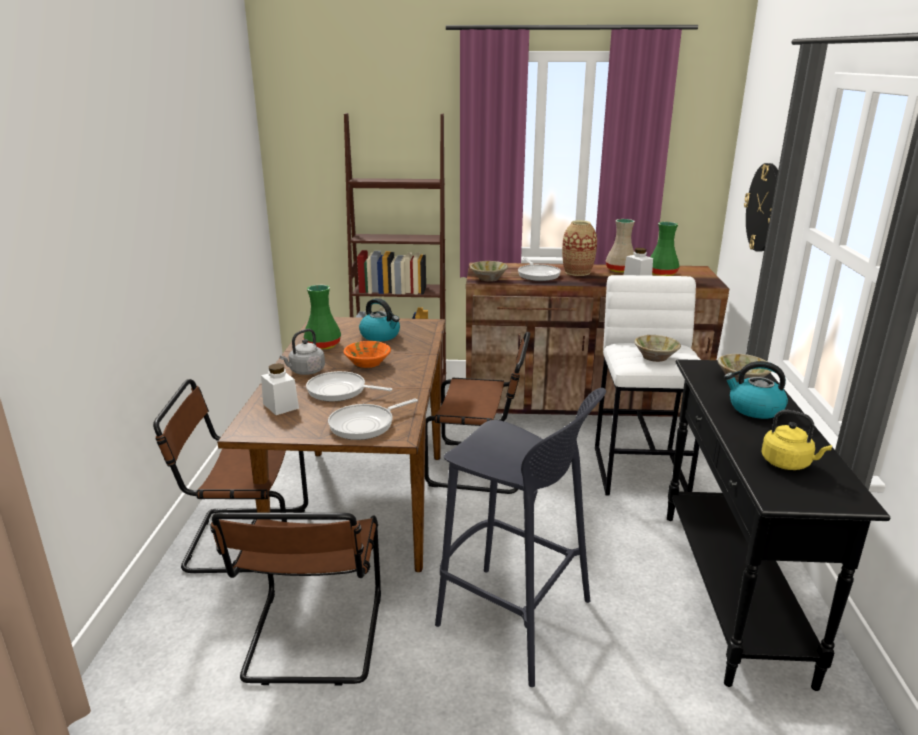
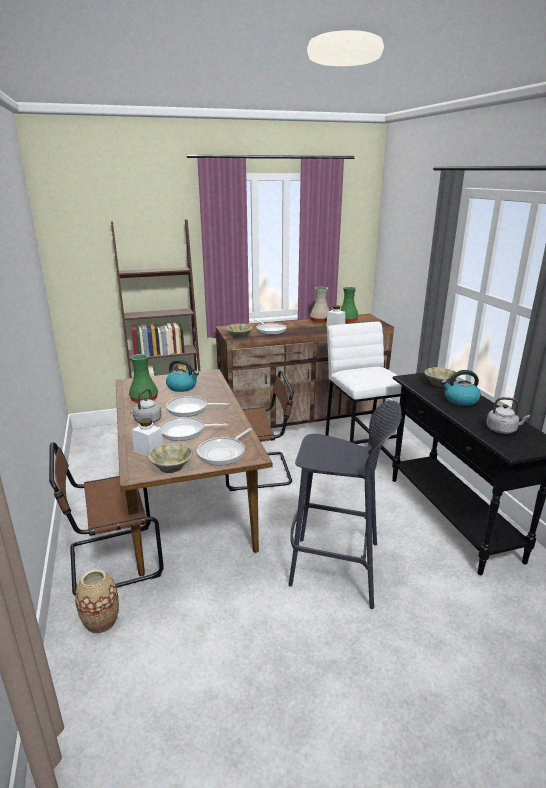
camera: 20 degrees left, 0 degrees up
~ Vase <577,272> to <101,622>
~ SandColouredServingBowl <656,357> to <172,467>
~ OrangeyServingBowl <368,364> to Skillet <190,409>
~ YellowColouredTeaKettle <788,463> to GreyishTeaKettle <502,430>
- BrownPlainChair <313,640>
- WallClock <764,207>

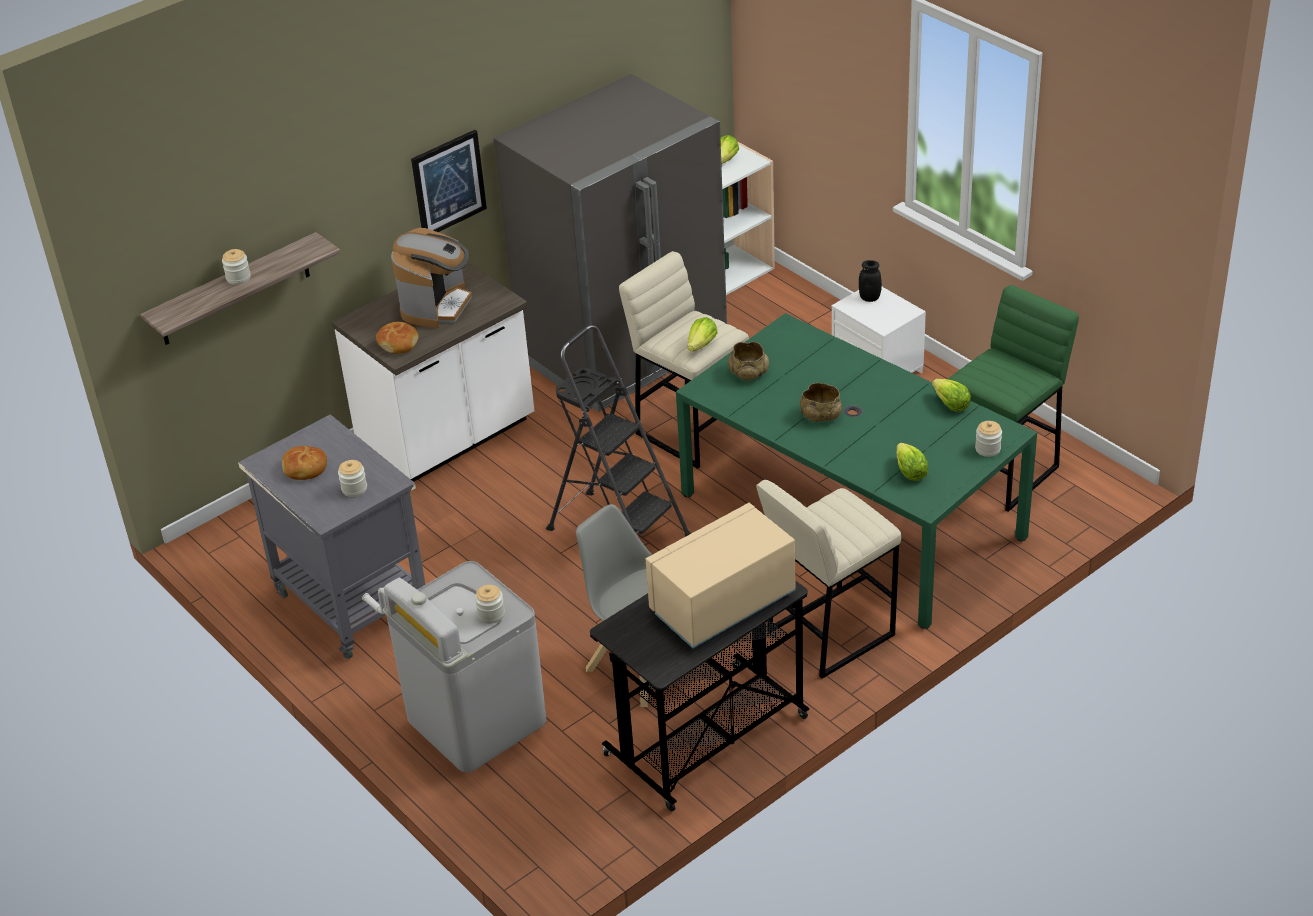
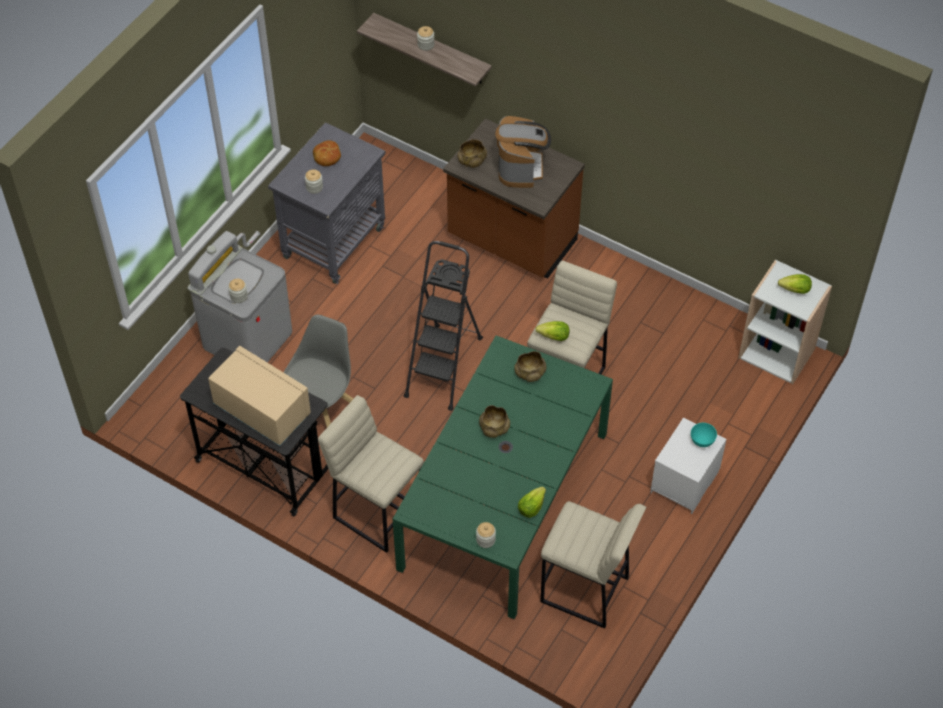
camera: 70 degrees right, 15 degrees up
~ WhiteColouredCounter <448,438> to BrownCounter <511,241>
~ BakedBread <398,343> to SandColouredServingBowl <472,161>
~ CoffeeMachine <437,306> = <521,168> 90 degrees counterclockwise
~ GreenishSittingStool <1002,471> to SandColouredSittingStool <587,590>
~ BlackColouredStorageJar <869,298> to TurquoiseColouredServingBowl <702,441>
- WallPicture <448,183>
- GreyishRefrigerator <624,351>
- HeadOfLettuce <910,472>

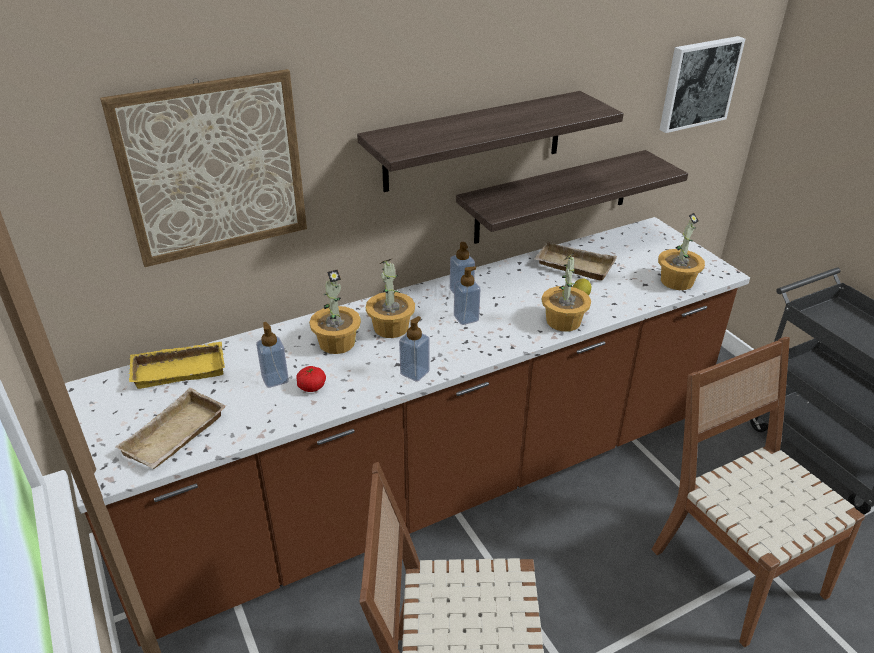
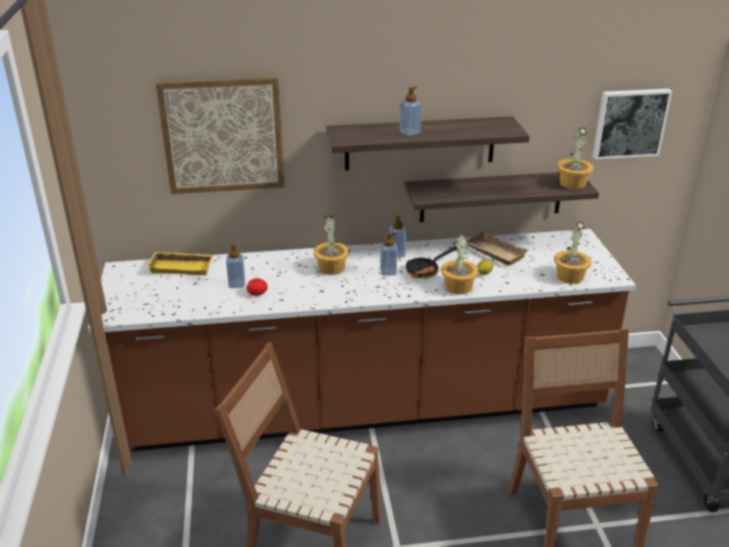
camera: 20 degrees right, 5 degrees down
~ SoapDispenser <414,373> to <409,132>
+ Skillet <426,270>
~ PottedPlant <336,342> to <572,183>
- SandColouredTray <176,437>

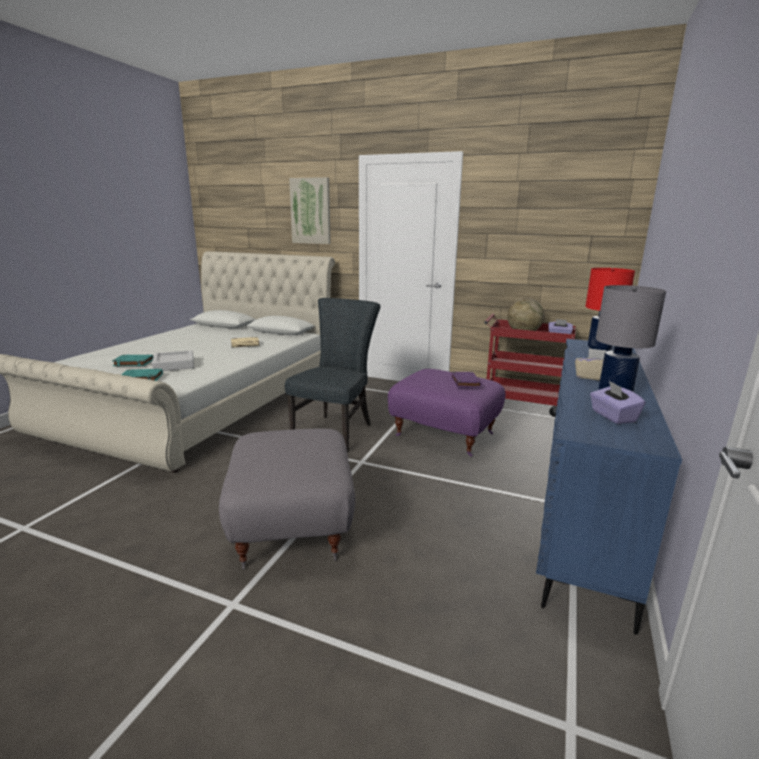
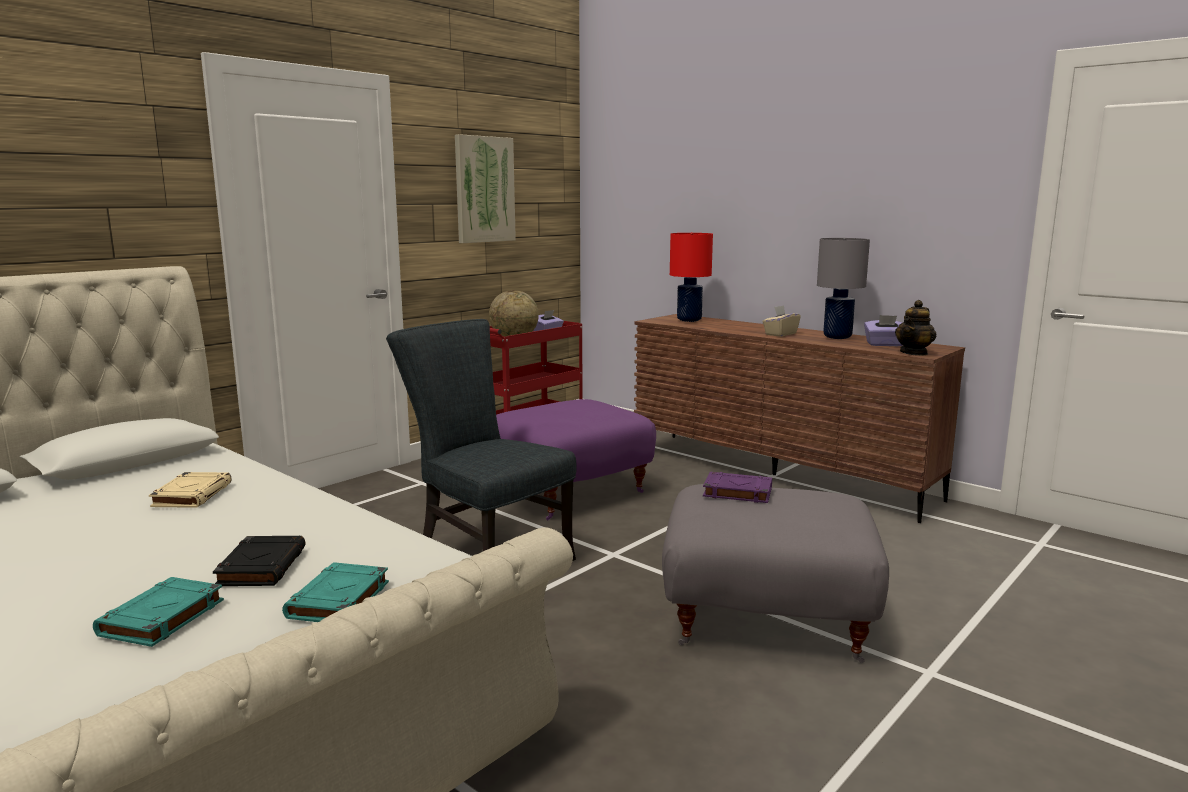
camera: 70 degrees left, 5 degrees down
~ GreyishTray <174,365> to BlackColouredBoundBook <261,567>
~ WallPicture <311,211> to <484,189>
~ BlueDresser <582,509> to BrownDresser <777,474>
~ PurpleBoundBook <465,382> to <736,492>
+ Teapot <914,353>

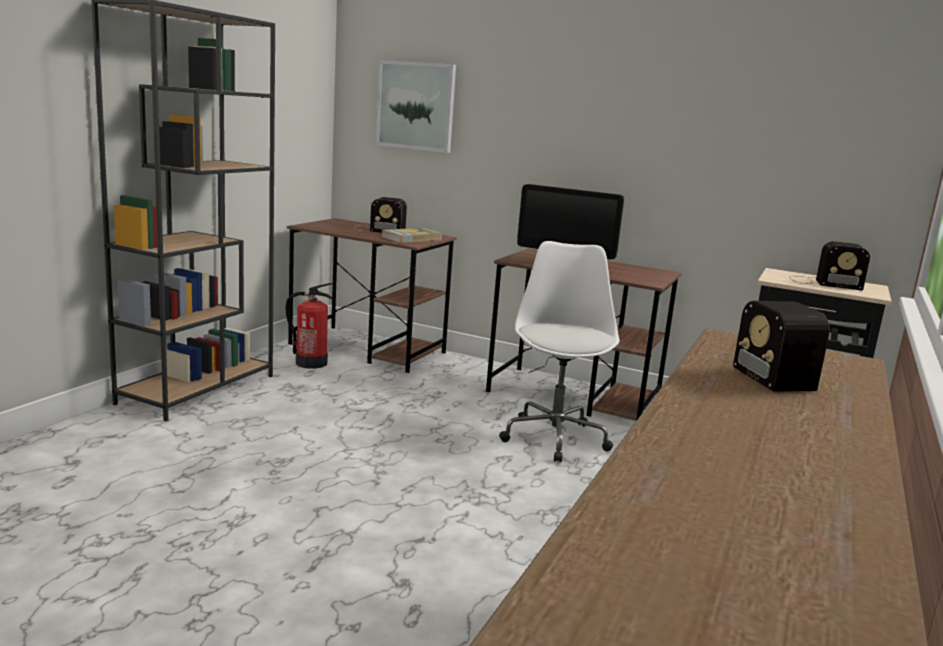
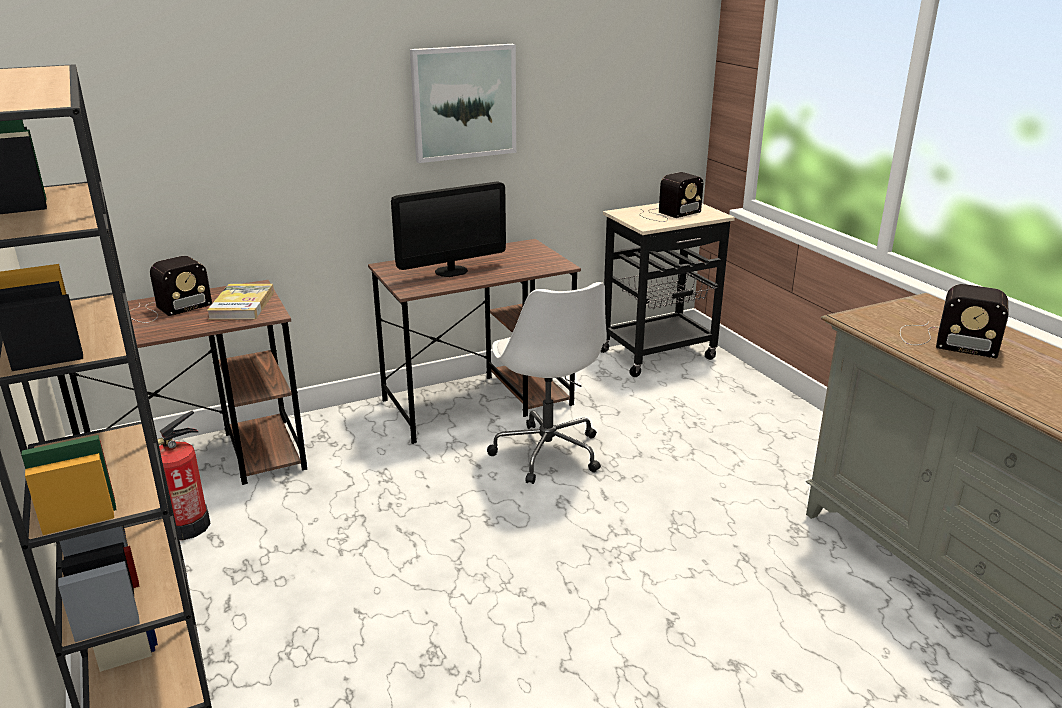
camera: 50 degrees left, 10 degrees up
~ WallPicture <416,106> to <464,102>
~ WhiteColouredDeskChair <554,437> = <548,455> 150 degrees counterclockwise

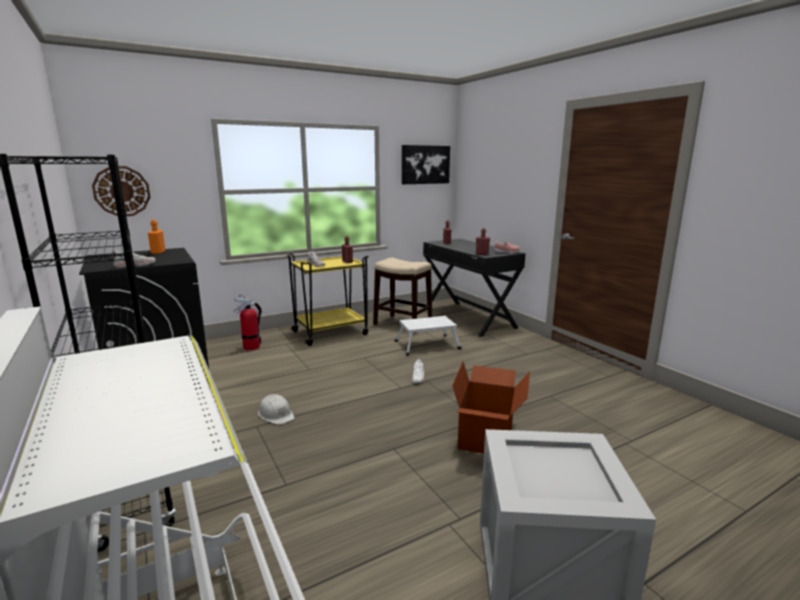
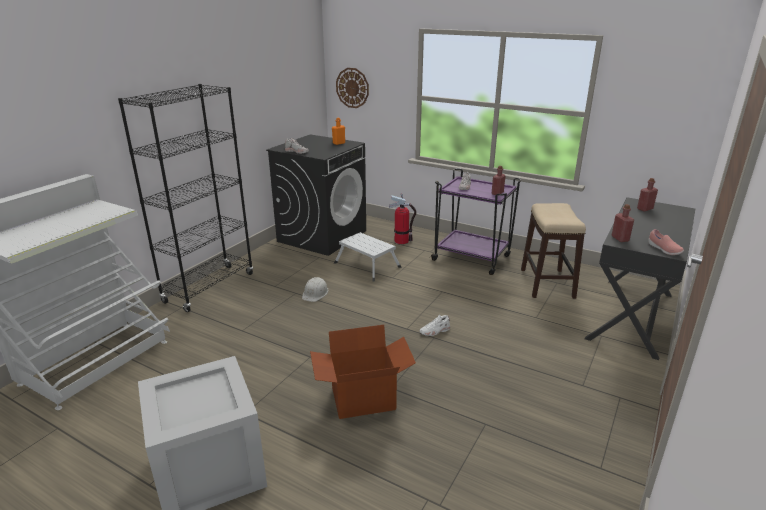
camera: 60 degrees right, 10 degrees up
~ WhiteColouredStepladder <427,345> to <367,265>
~ YellowColouredWheeledCart <331,332> to PurpleWheeledCart <472,258>
- WallPicture <425,164>

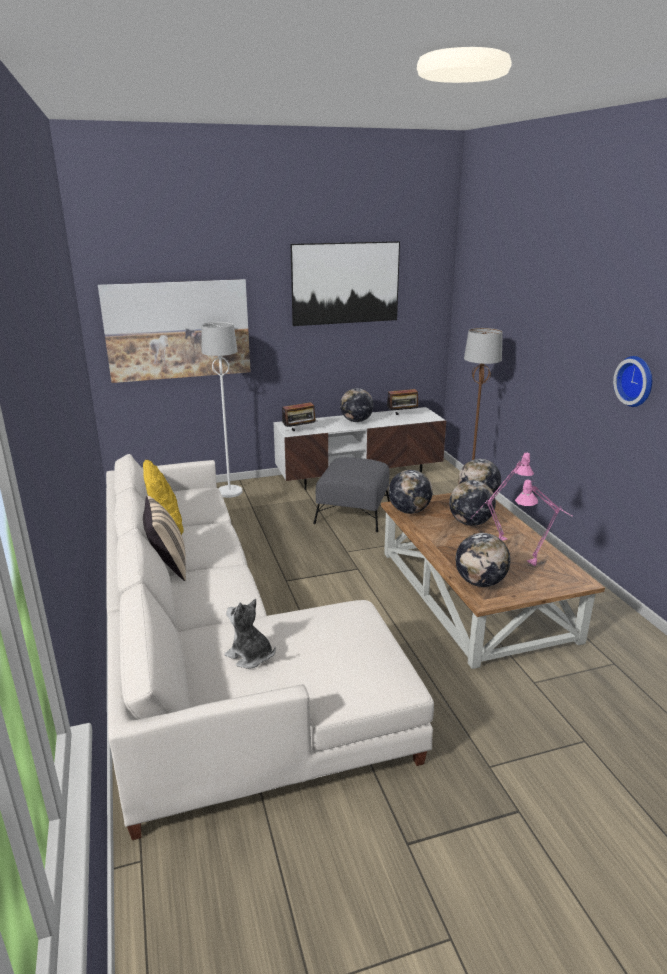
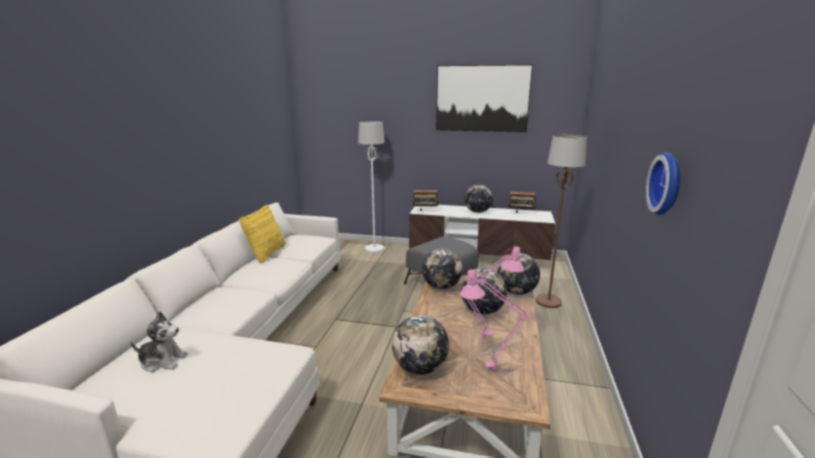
camera: 30 degrees right, 5 degrees down
~ CuddlyToy <250,656> = <162,361> 120 degrees clockwise
- WallPicture <178,330>
- SandColouredThrowPillow <167,566>

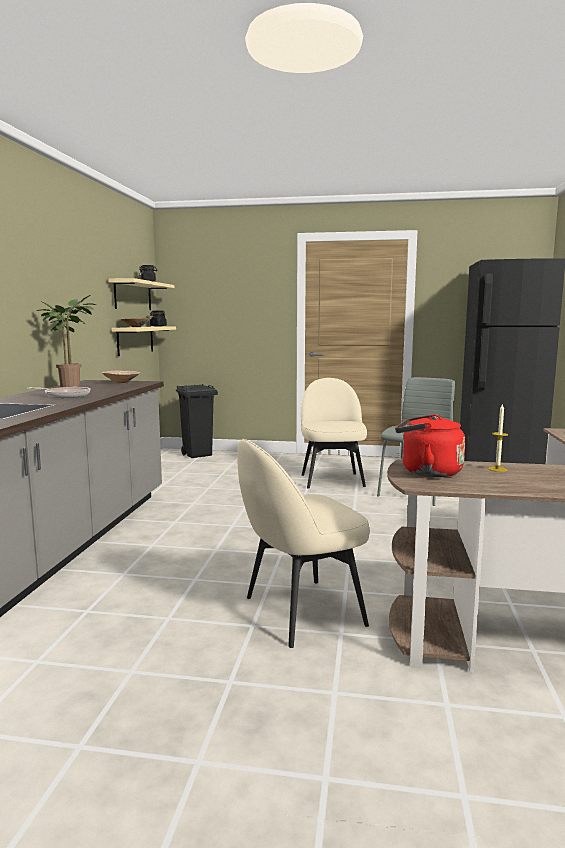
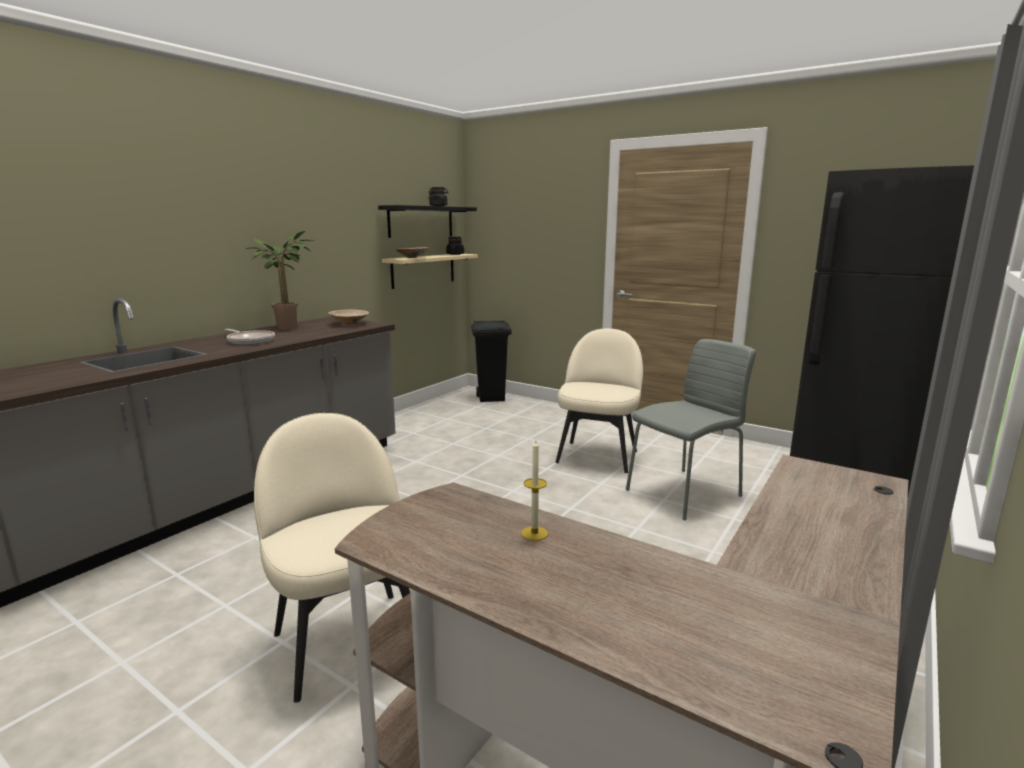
camera: 25 degrees right, 5 degrees up
~ SandColouredPlainChair <300,612> = <348,639> 60 degrees clockwise
~ SandColouredBracketShelf <133,295> to BlackColouredBracketShelf <421,221>
- RedColouredTeaKettle <427,472>

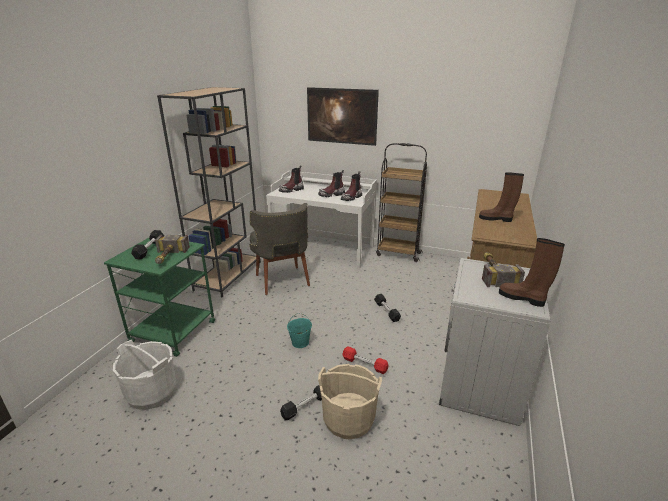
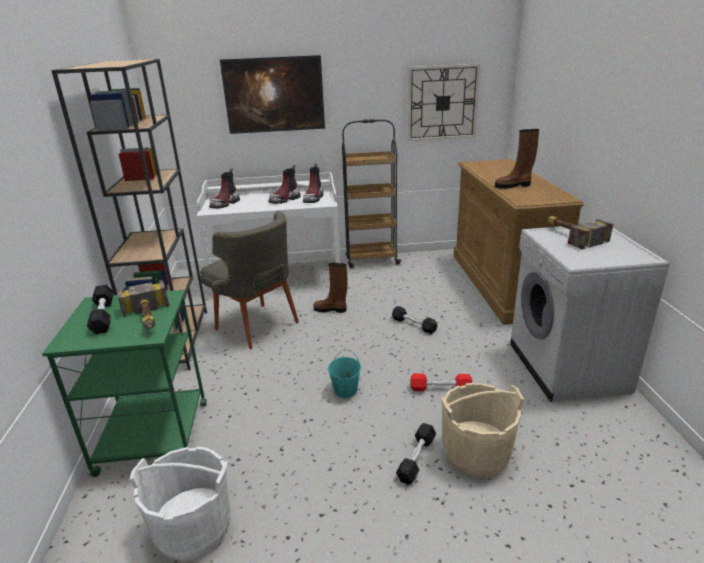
camera: 25 degrees left, 0 degrees up
~ BrownHighTopBoot <522,298> to <331,309>
+ WallClock <442,103>

